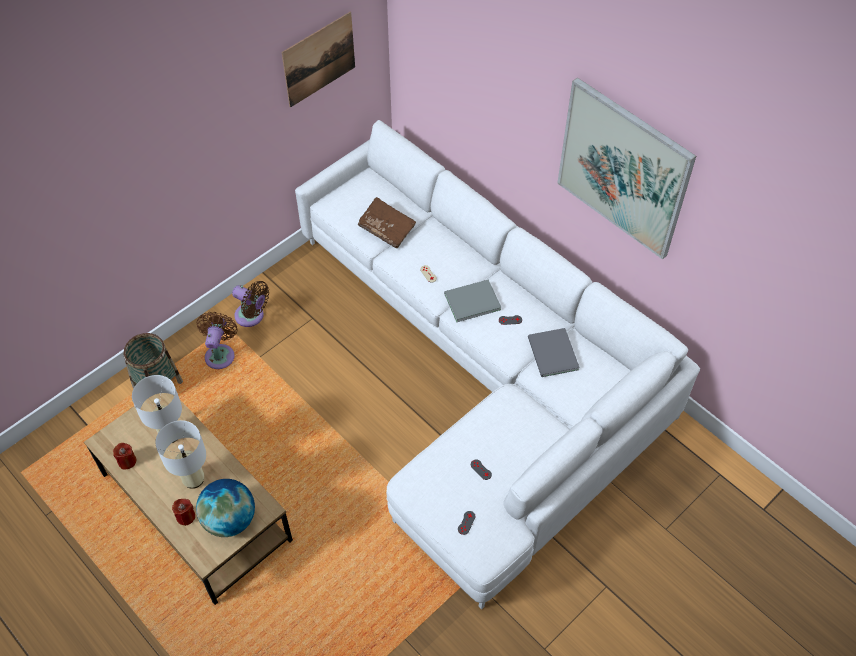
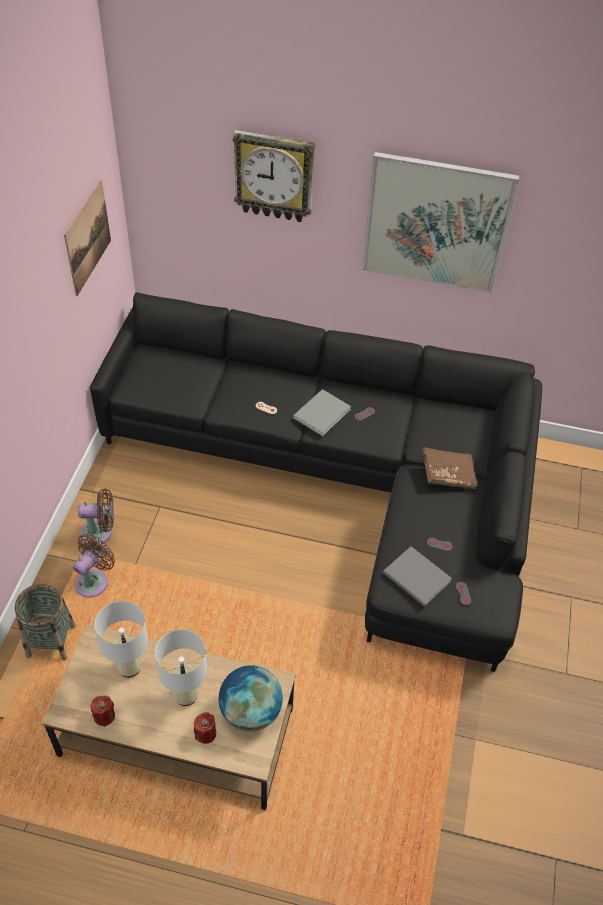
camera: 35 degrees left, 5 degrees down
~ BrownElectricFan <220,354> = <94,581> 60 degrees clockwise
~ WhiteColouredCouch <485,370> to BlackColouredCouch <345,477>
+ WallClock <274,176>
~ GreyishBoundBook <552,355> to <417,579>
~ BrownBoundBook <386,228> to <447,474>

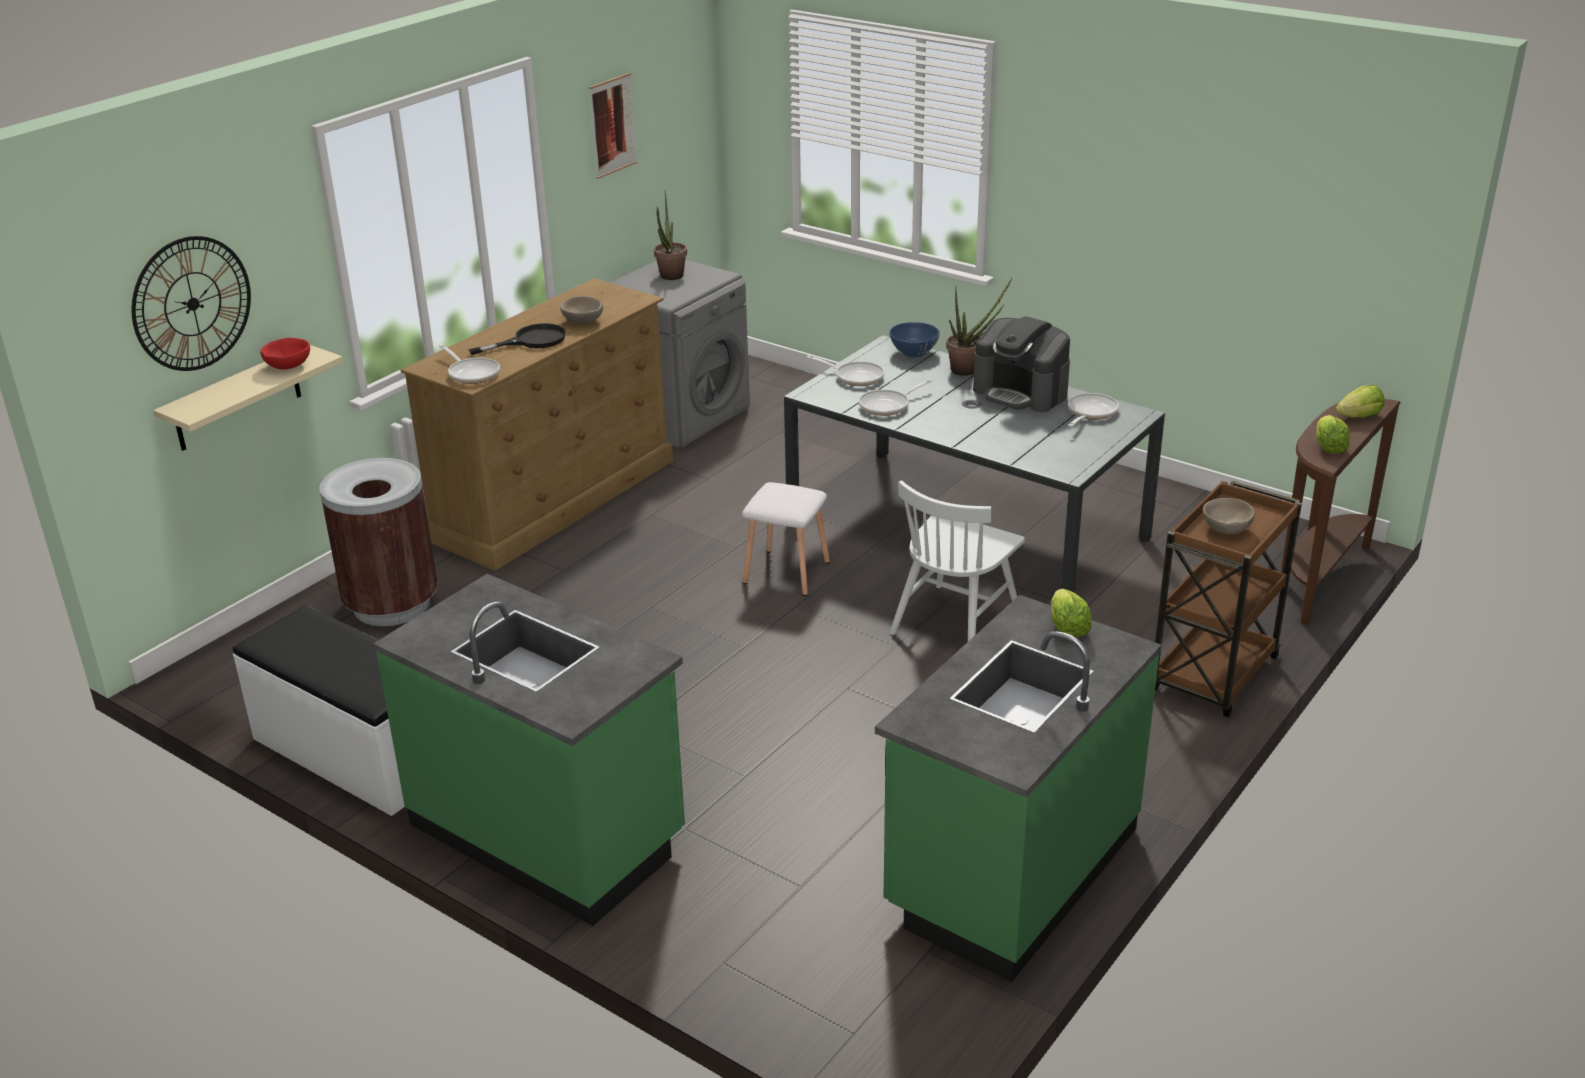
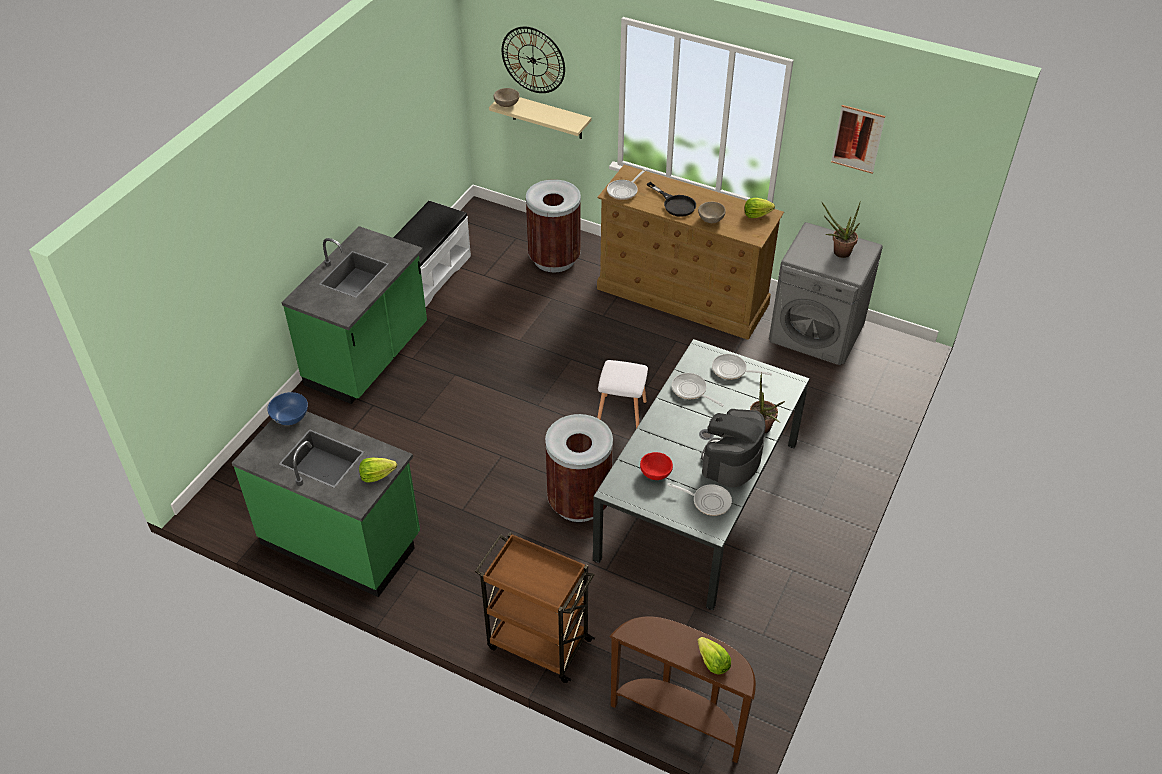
camera: 80 degrees right, 15 degrees up
~ BlueServingBowl <913,352> to <290,418>
~ SandColouredServingBowl <1225,529> to <507,104>
~ WhiteColouredPlainChair <955,622> to BrownRubbishBin <579,501>
~ RedColouredServingBowl <289,366> to <656,473>
~ Skillet <855,377> = <732,370> 90 degrees clockwise
~ HeadOfLettuce <1328,447> to <756,214>

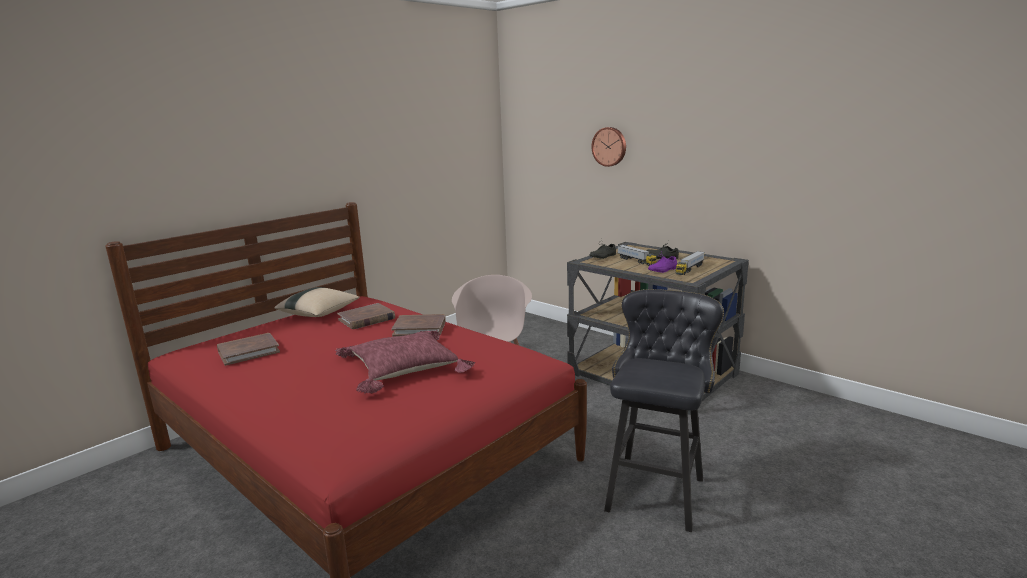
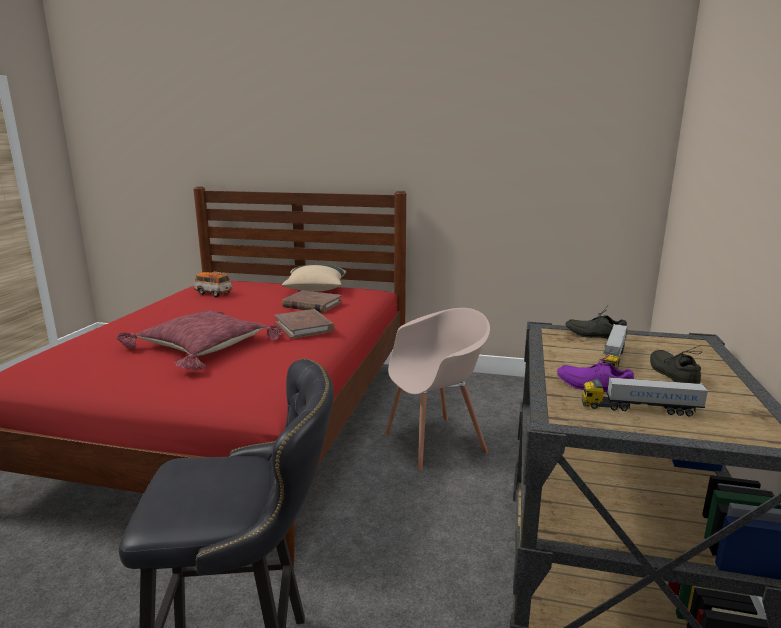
camera: 60 degrees right, 0 degrees up
~ BrownBoundBook <248,351> to ToyCar <213,293>
- WallClock <609,146>

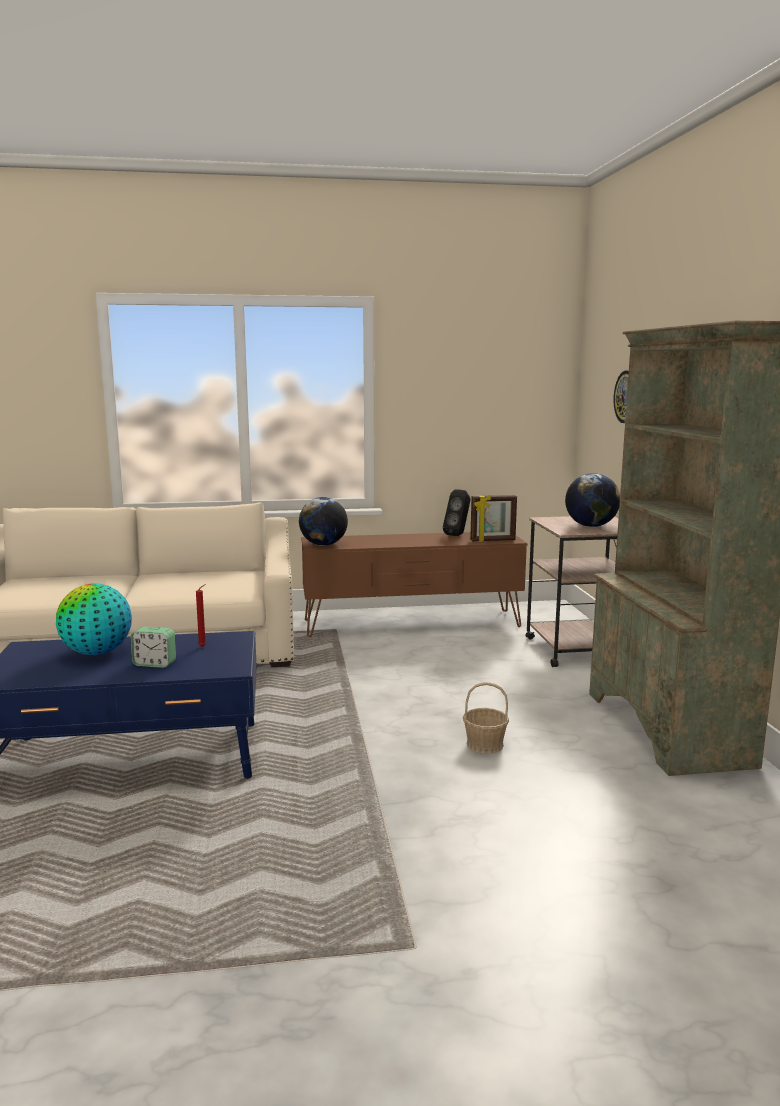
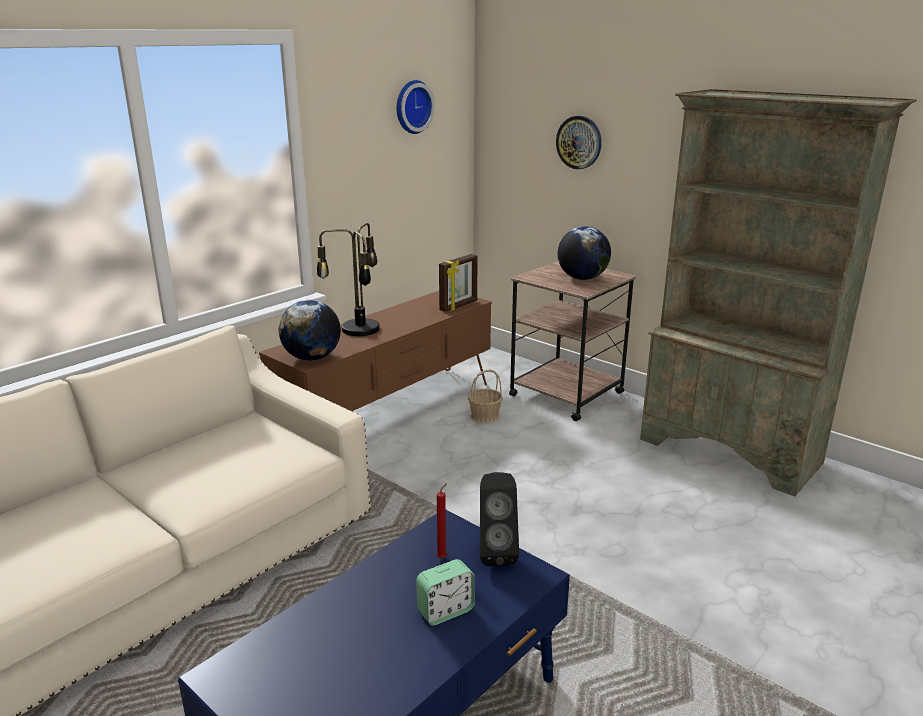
camera: 40 degrees left, 10 degrees up
+ TableLamp <359,329>
+ WallClock <412,107>
~ HouseholdBasket <484,744> to <484,416>
~ BlackColouredLoudspeaker <458,535> to <496,552>
- WorldGlobe <97,653>

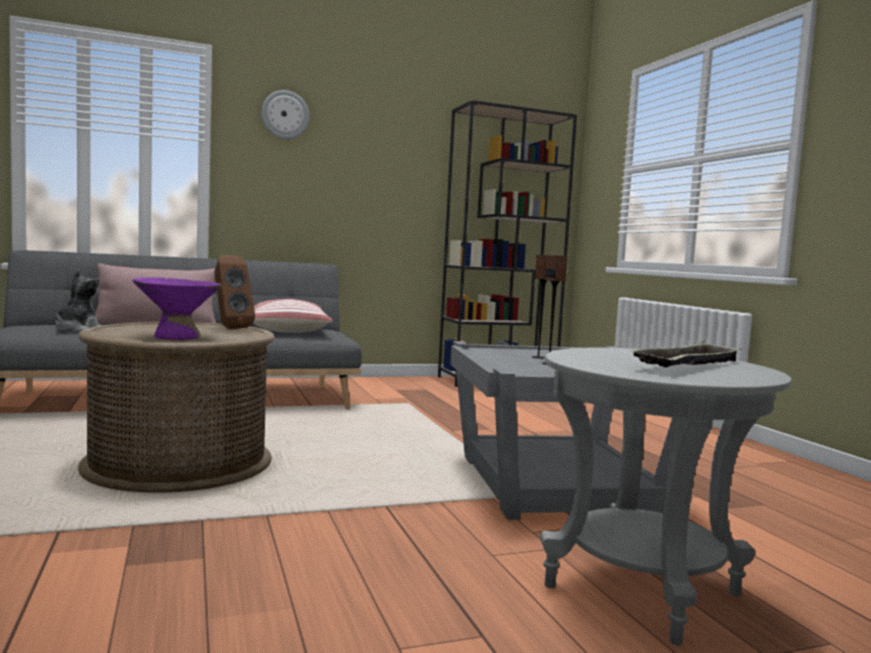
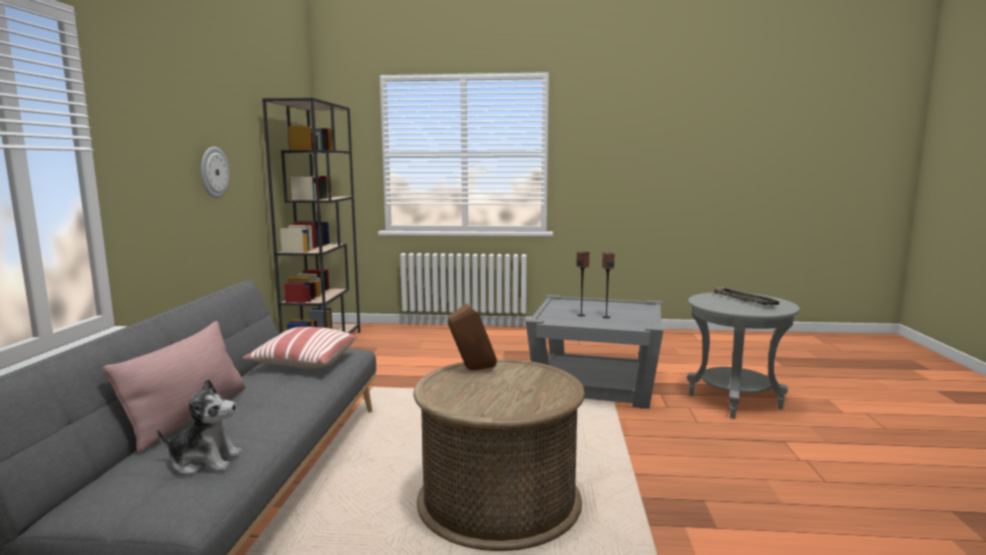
camera: 65 degrees left, 5 degrees up
~ CuddlyToy <77,329> = <204,461> 150 degrees clockwise
~ WallClock <285,115> to <213,172>
- PurpleServingBowl <177,336>

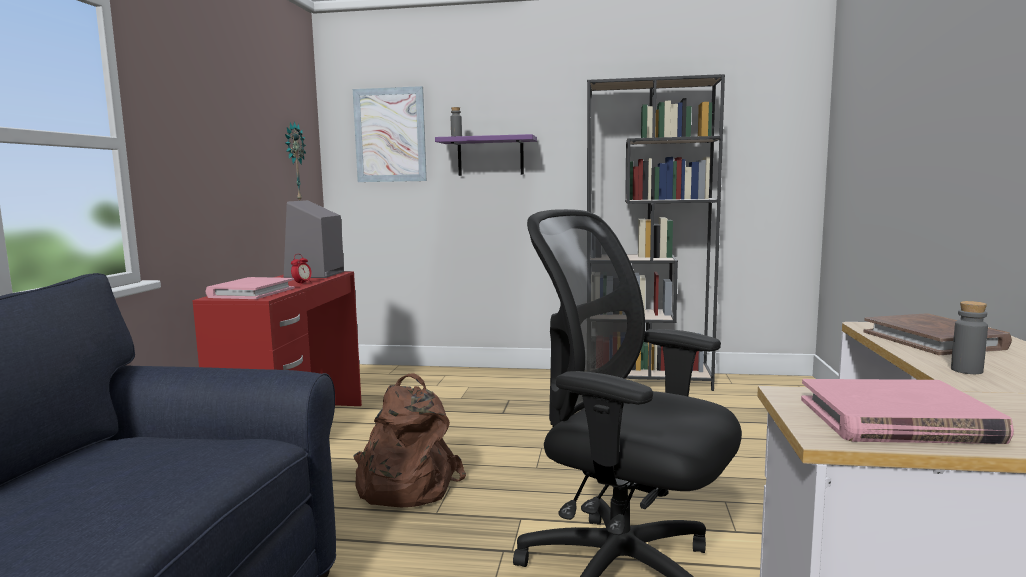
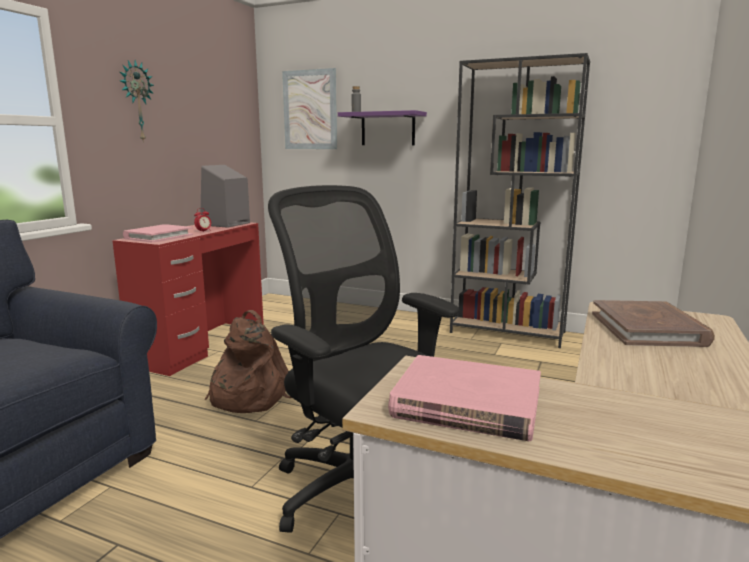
camera: 15 degrees right, 5 degrees up
~ WallClock <293,162> to <136,101>
- GreyishDrinkBottle <966,370>

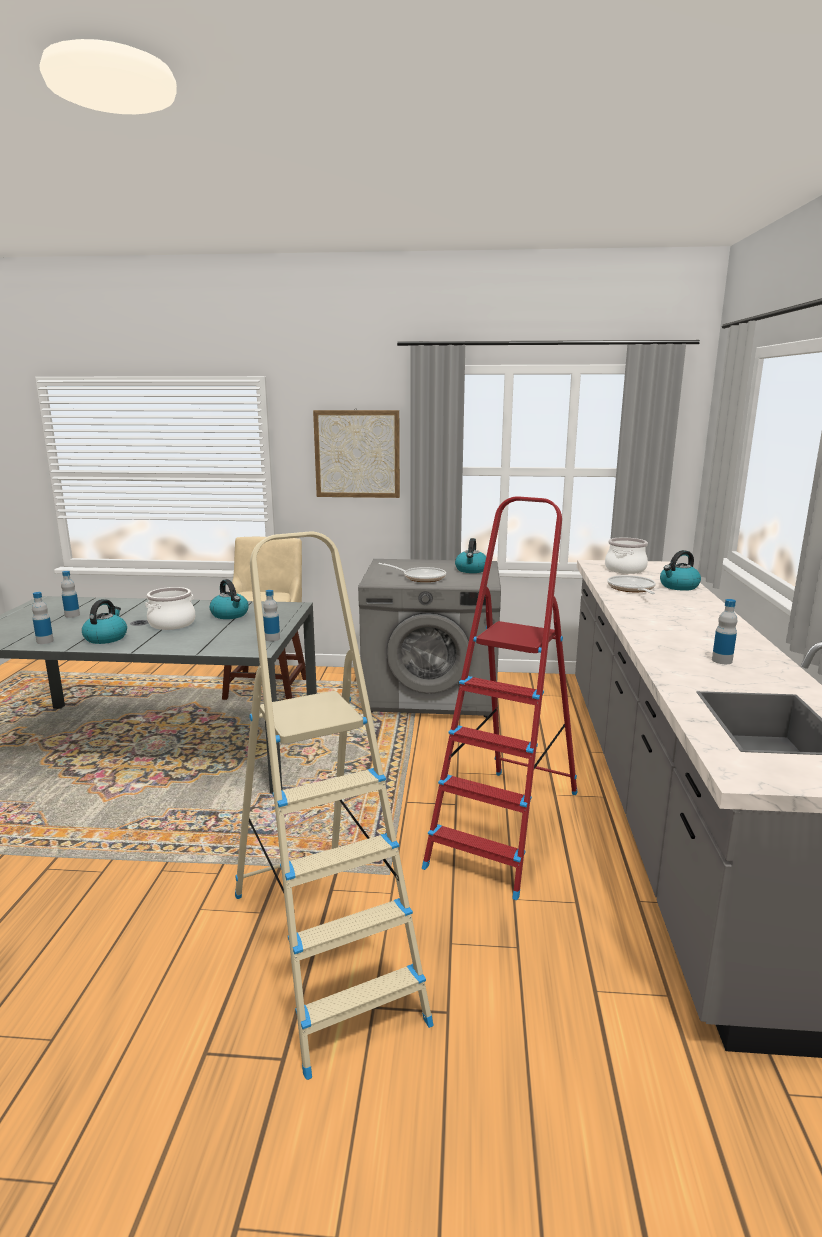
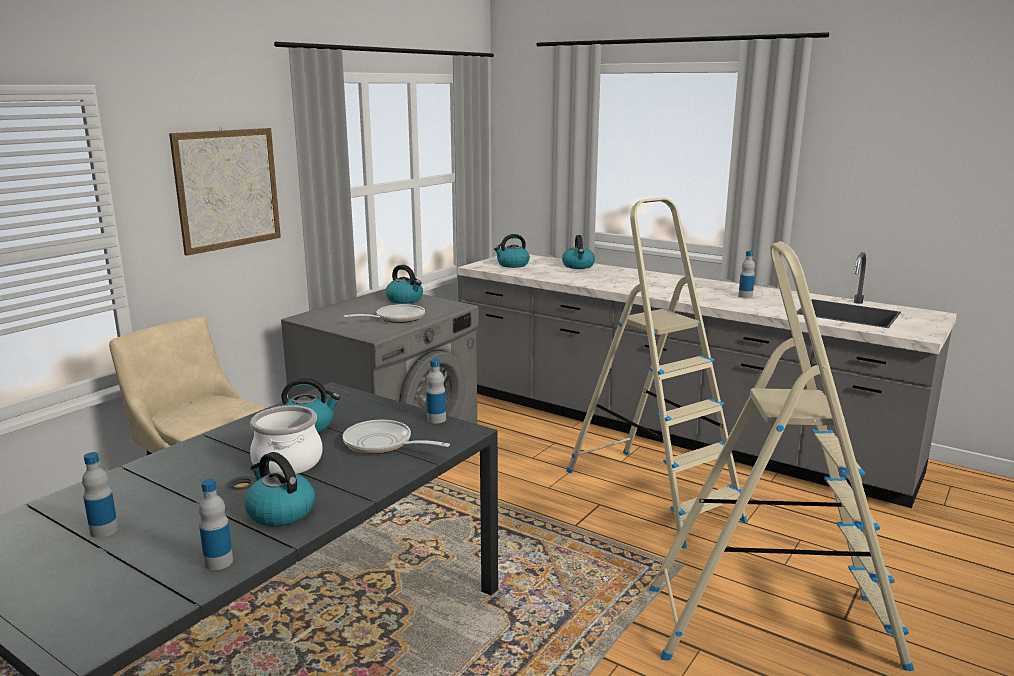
camera: 60 degrees left, 0 degrees up
~ Skillet <632,589> to <383,444>
~ Saucepot <625,569> to TeaKettle <512,265>
~ RedColouredStepladder <506,827> to SandColouredStepladder <652,495>

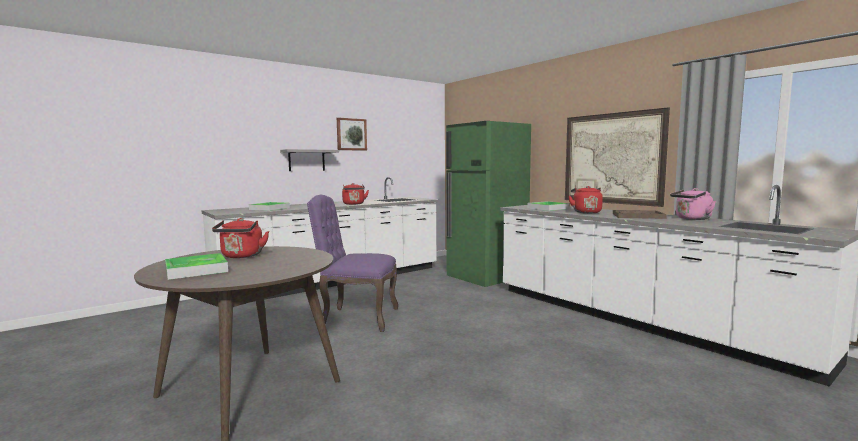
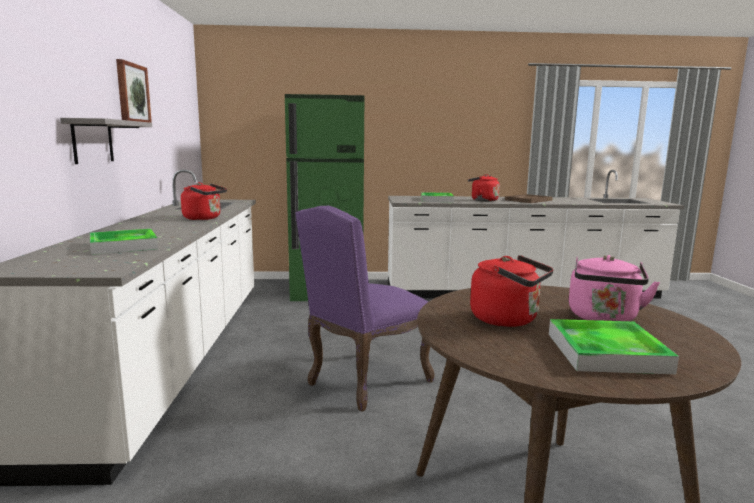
camera: 55 degrees left, 5 degrees up
~ PinkTeaKettle <691,219> to <603,319>
- WallPicture <612,158>

